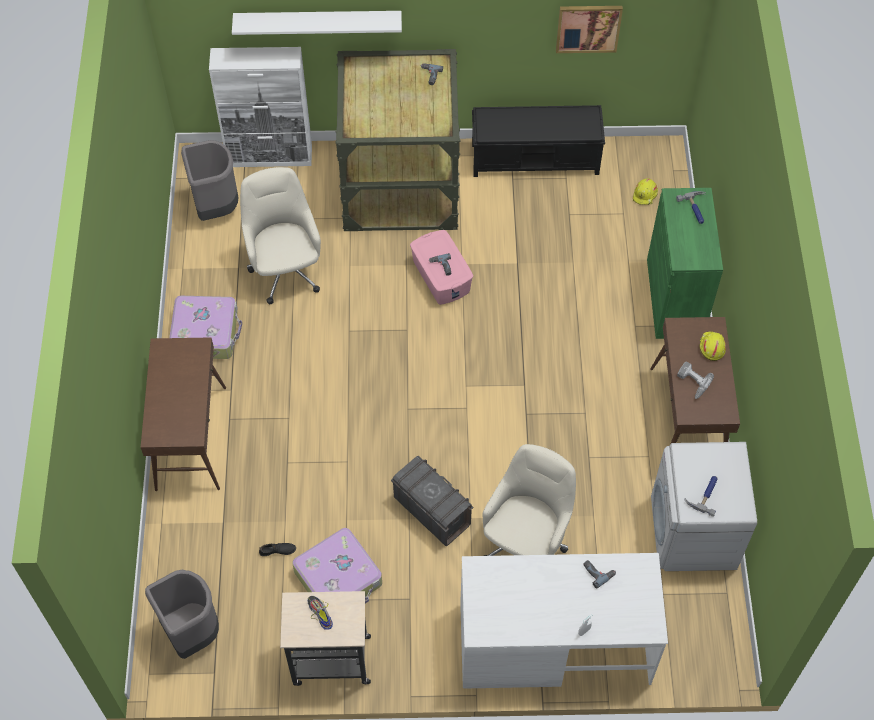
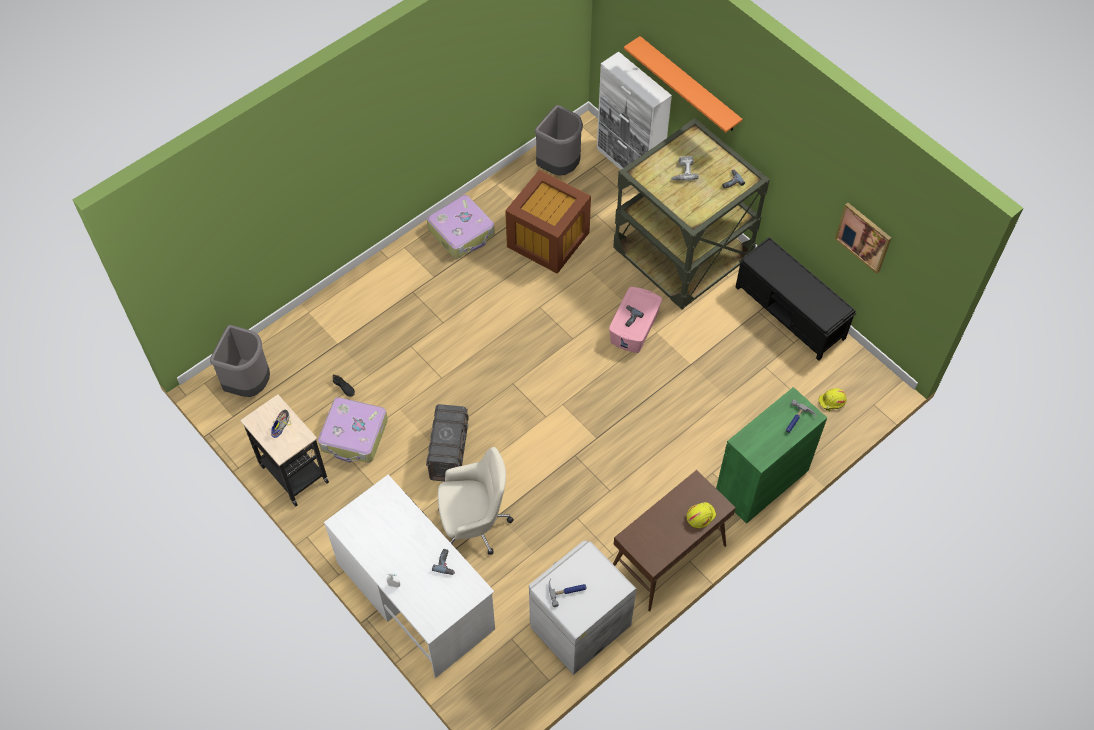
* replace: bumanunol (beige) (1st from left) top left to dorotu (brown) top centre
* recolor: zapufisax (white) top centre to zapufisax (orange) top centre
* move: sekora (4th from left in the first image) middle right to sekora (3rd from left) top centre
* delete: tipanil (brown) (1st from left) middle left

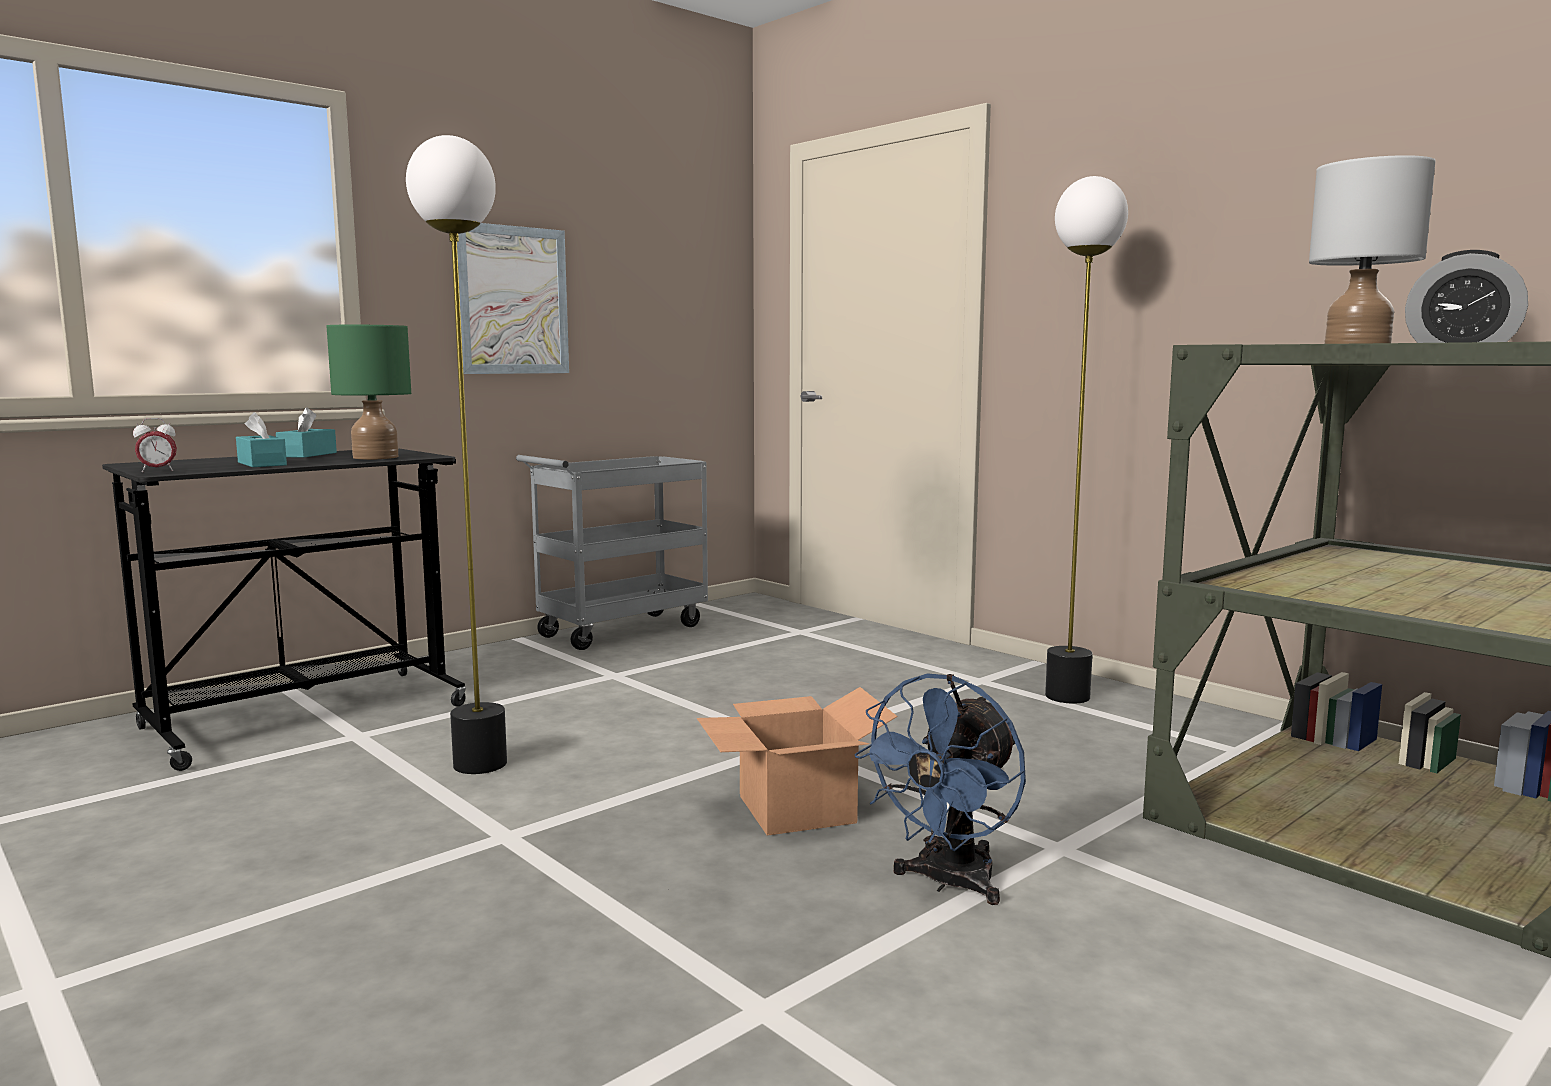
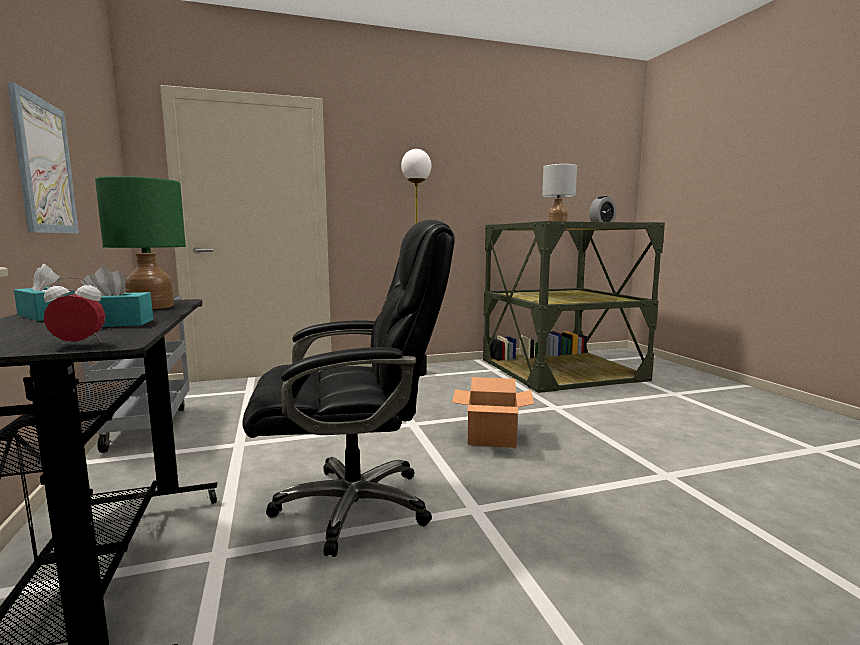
* rotate: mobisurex (1st from left) middle left = middle left 105 degrees counterclockwise
* replace: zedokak (1st from left) middle left to bumanunol (black) centre
* delete: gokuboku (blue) bottom centre

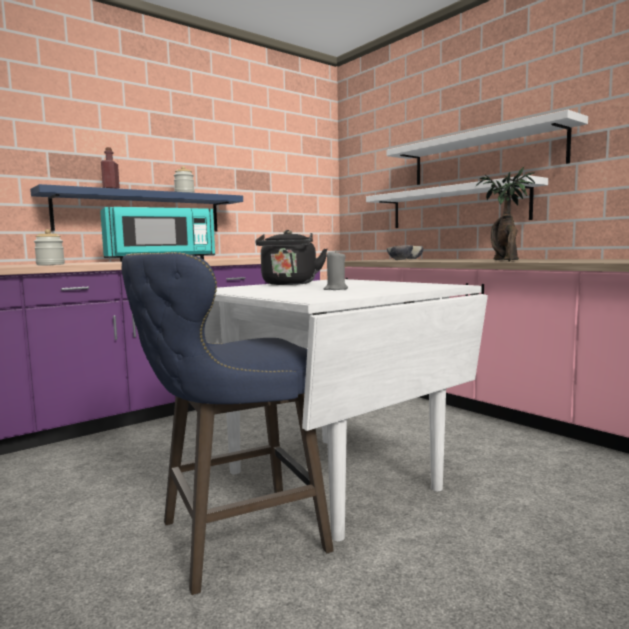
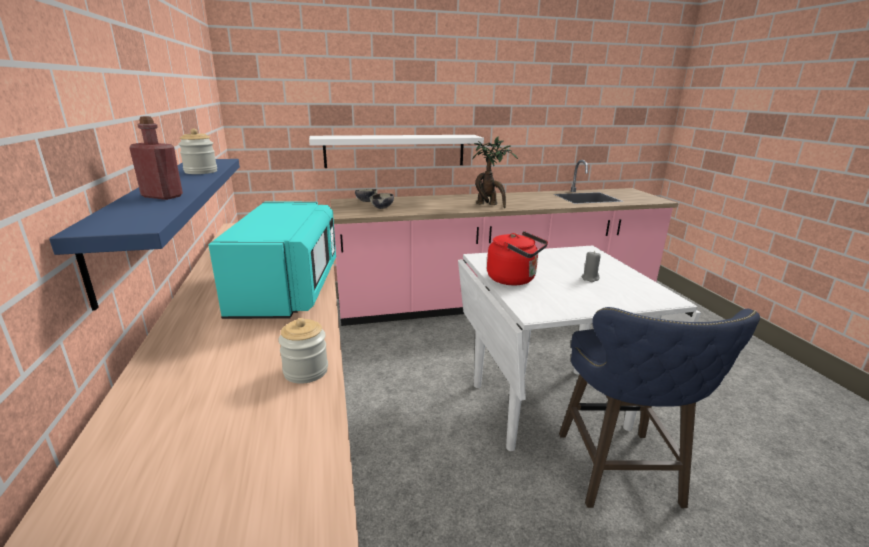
* recolor: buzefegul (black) centre to buzefegul (red) centre
* delete: zapufisax (white) (2nd from left) top right

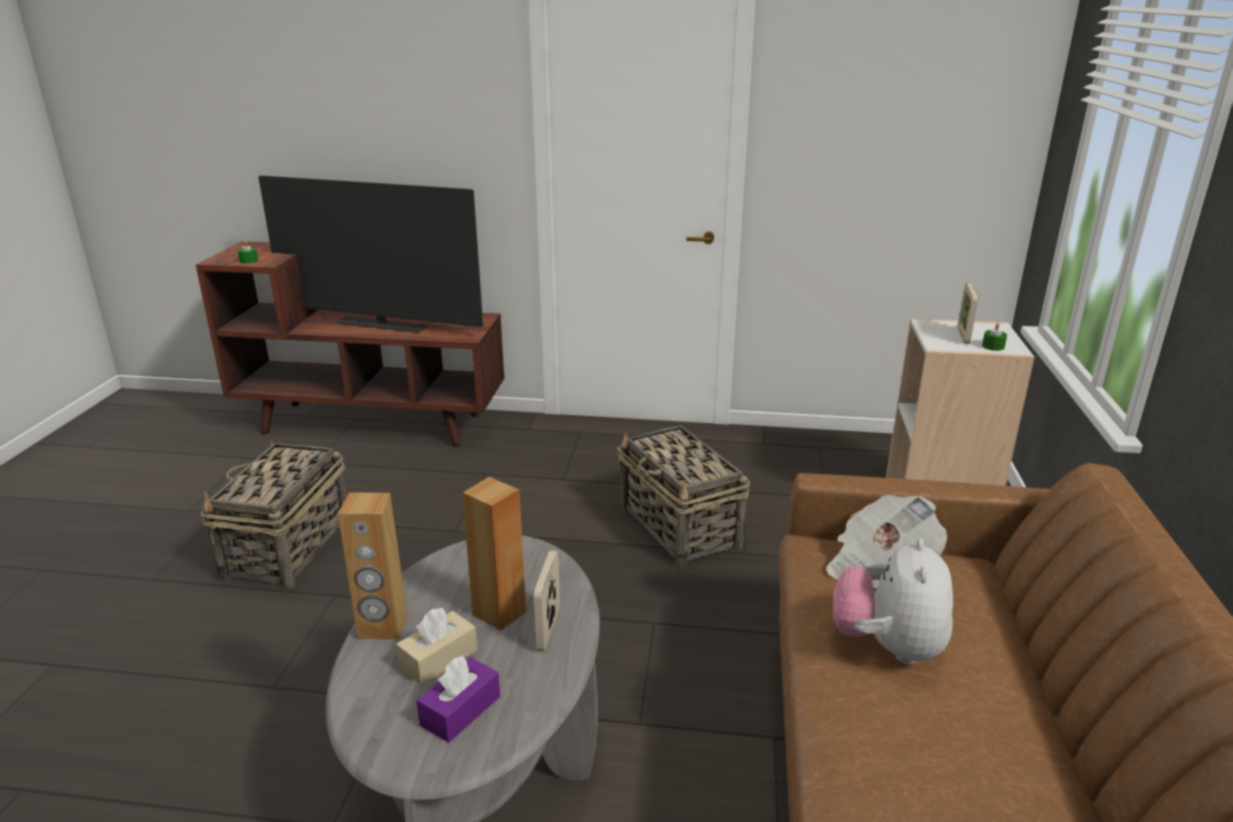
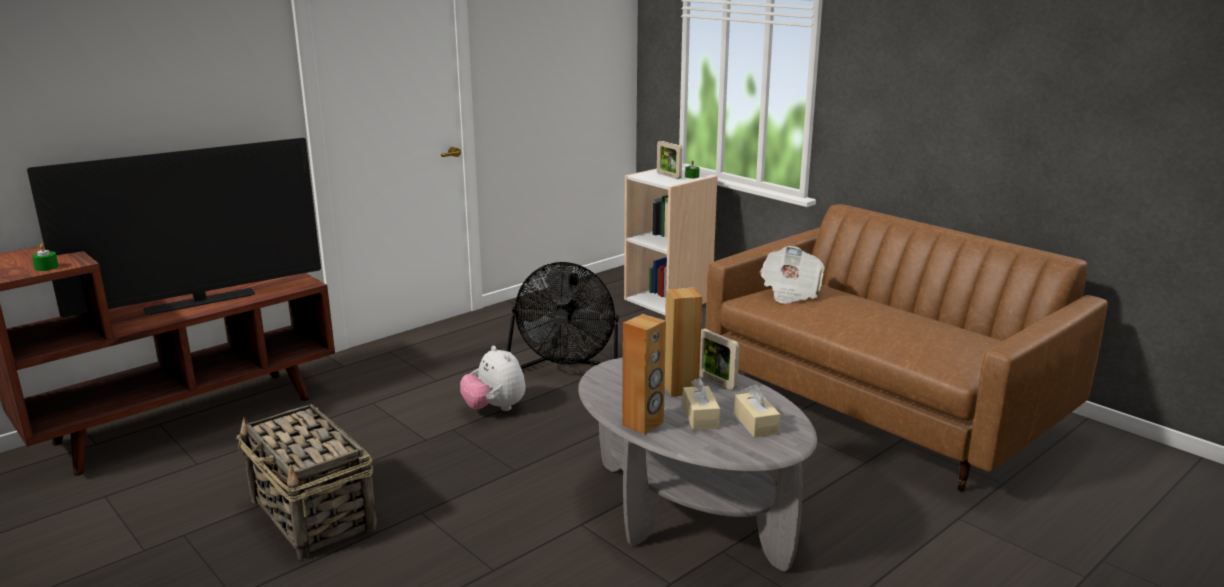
* move: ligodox bottom right to centre
* replace: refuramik (2nd from left) centre to gokuboku (black) centre
* recolor: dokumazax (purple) bottom centre to dokumazax (beige) (2nd from left) bottom centre

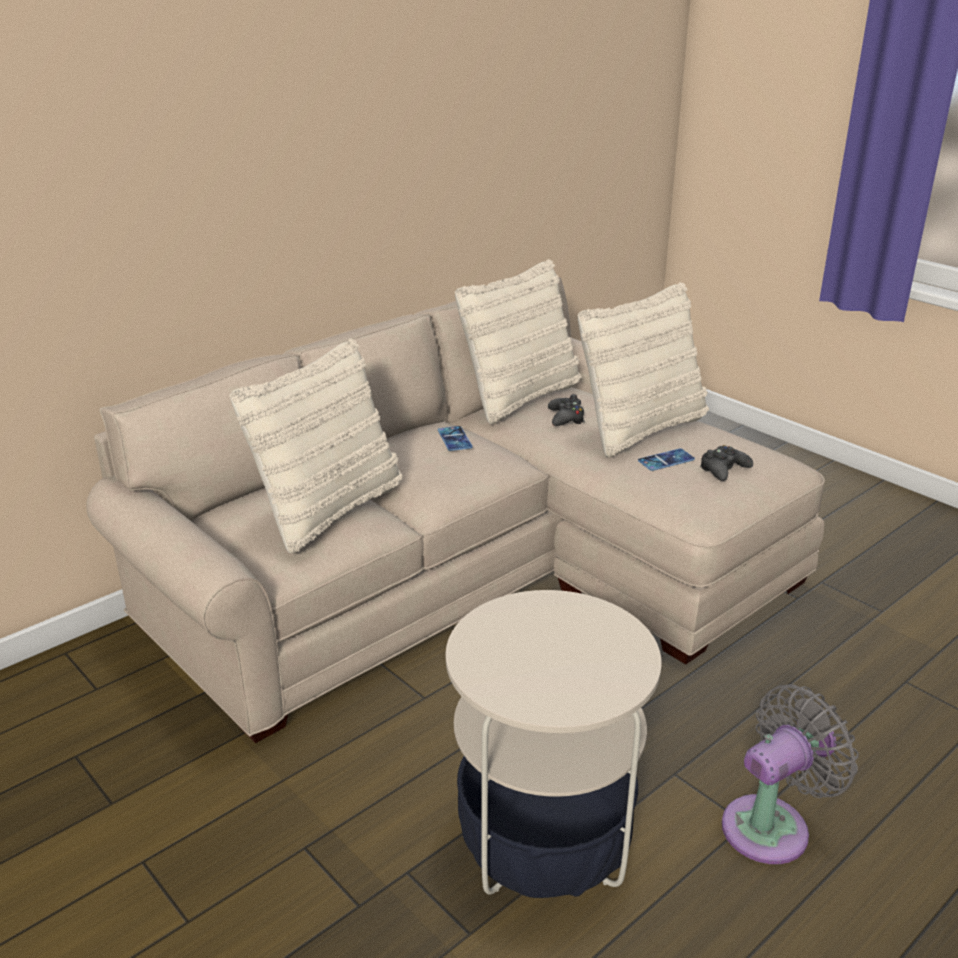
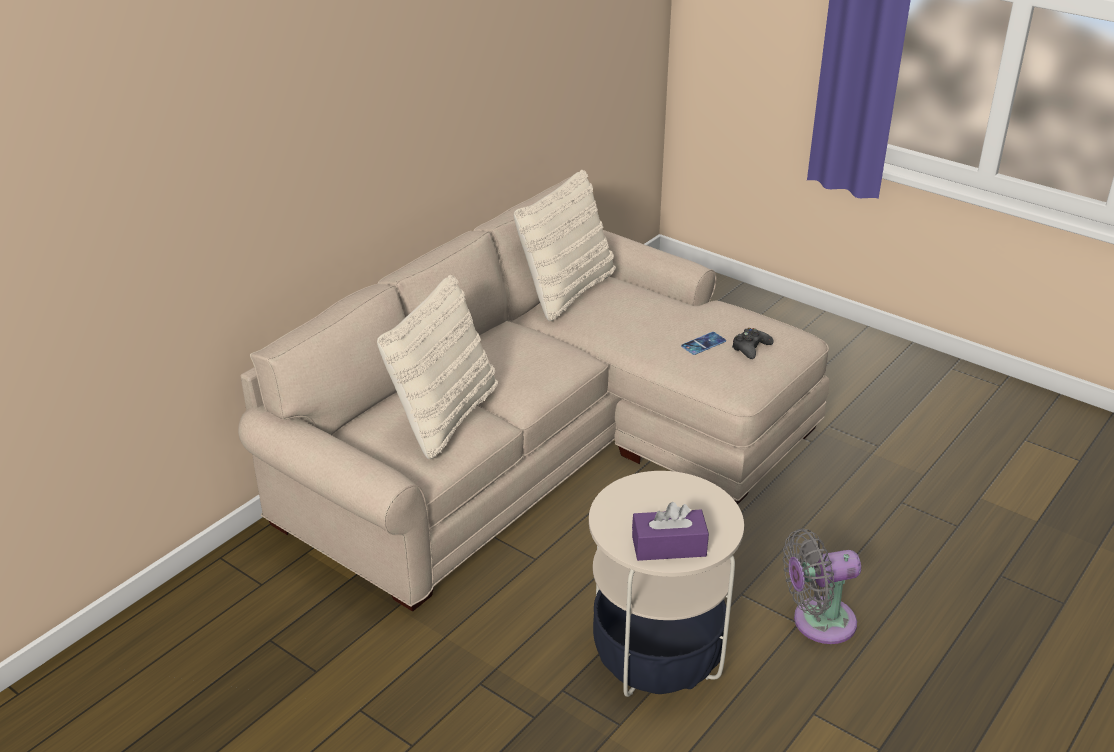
* insert: dokumazax (purple) bottom centre
* rotate: gokuboku (grey) bottom right = bottom right 150 degrees counterclockwise
* delete: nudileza (1st from left) centre
* delete: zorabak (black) (1st from left) centre
* delete: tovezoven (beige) (3rd from left) middle right

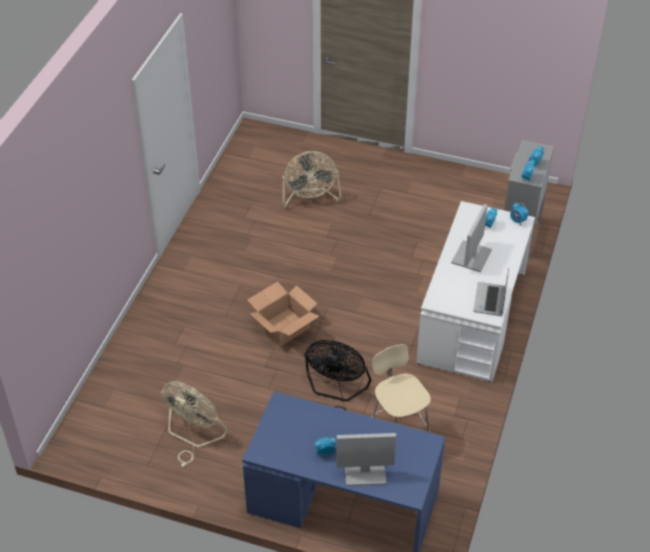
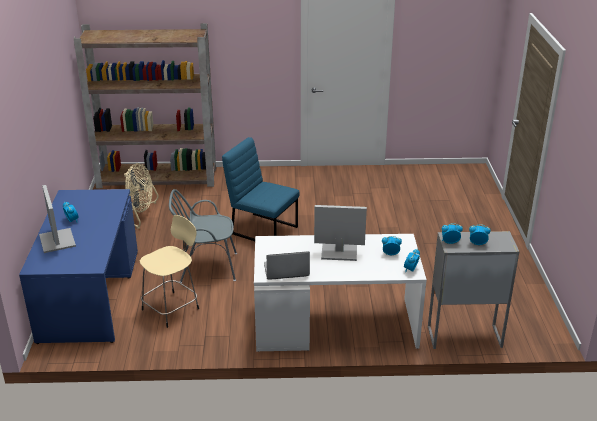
* insert: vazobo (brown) top left
* replace: gokuboku (black) bottom centre to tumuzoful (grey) centre
* replace: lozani centre to tumuzoful (blue) centre
* delete: gokuboku (beige) (2nd from left) top centre

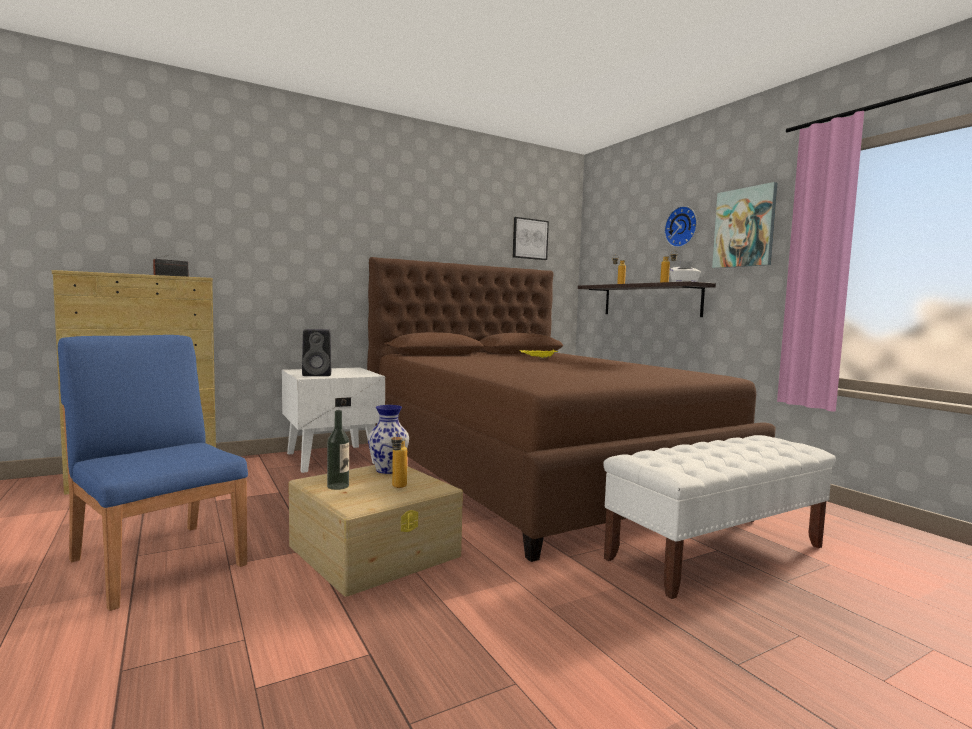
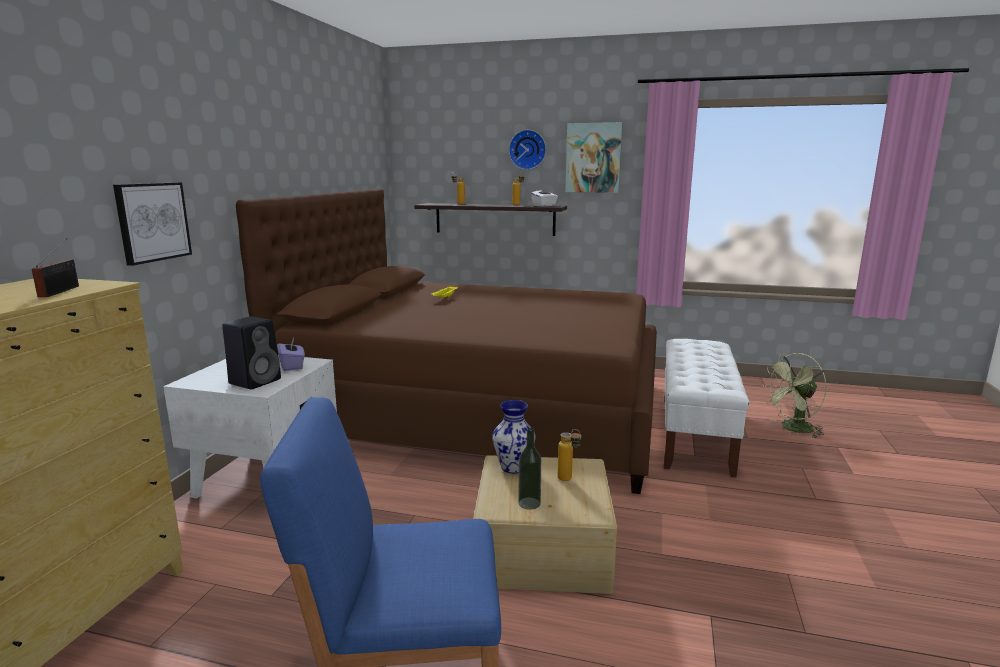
* move: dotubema (1st from left) top centre to middle left
* insert: dokumazax (purple) middle left
* insert: gokuboku (green) middle right

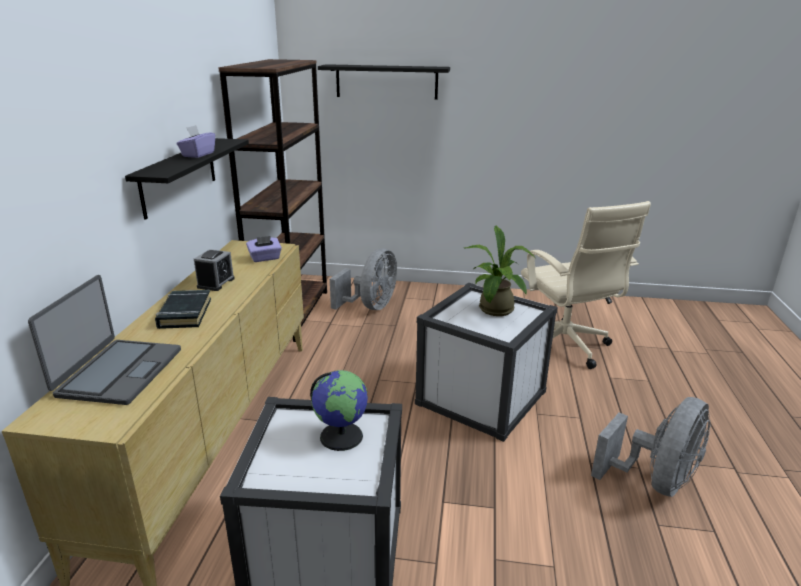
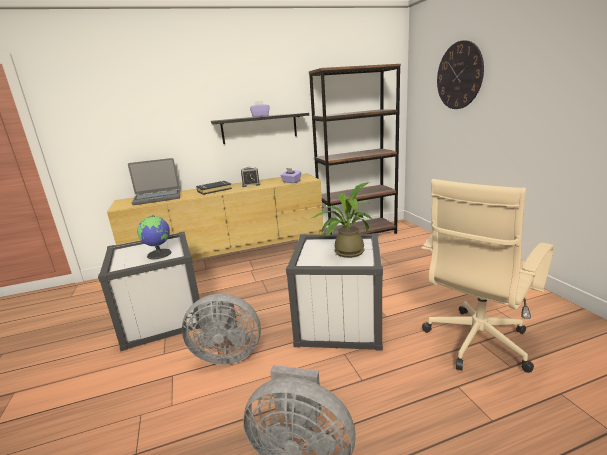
* move: gokuboku (grey) (1st from left) centre to bottom centre
* replace: zapufisax (black) (2nd from left) top centre to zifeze top right

